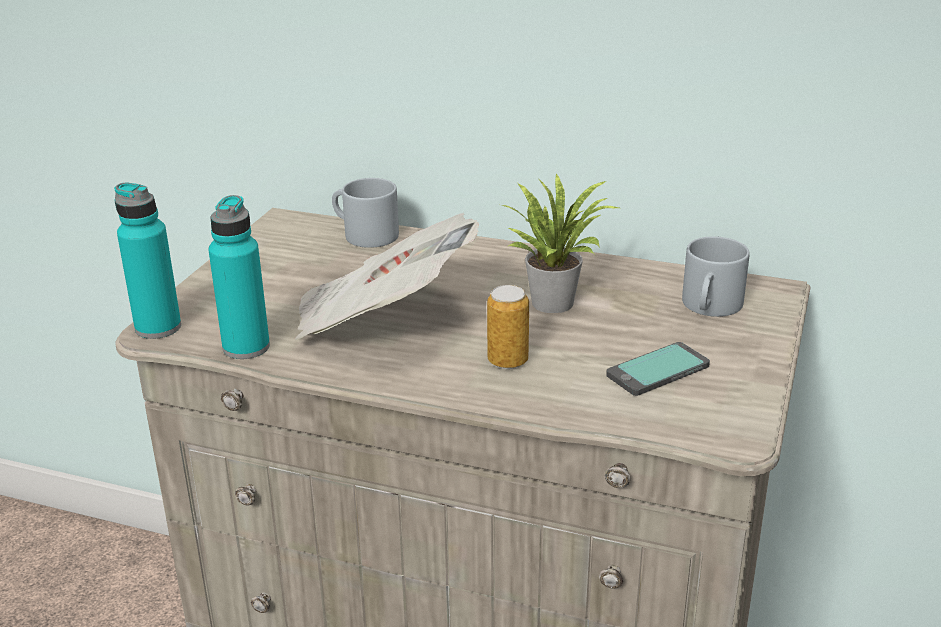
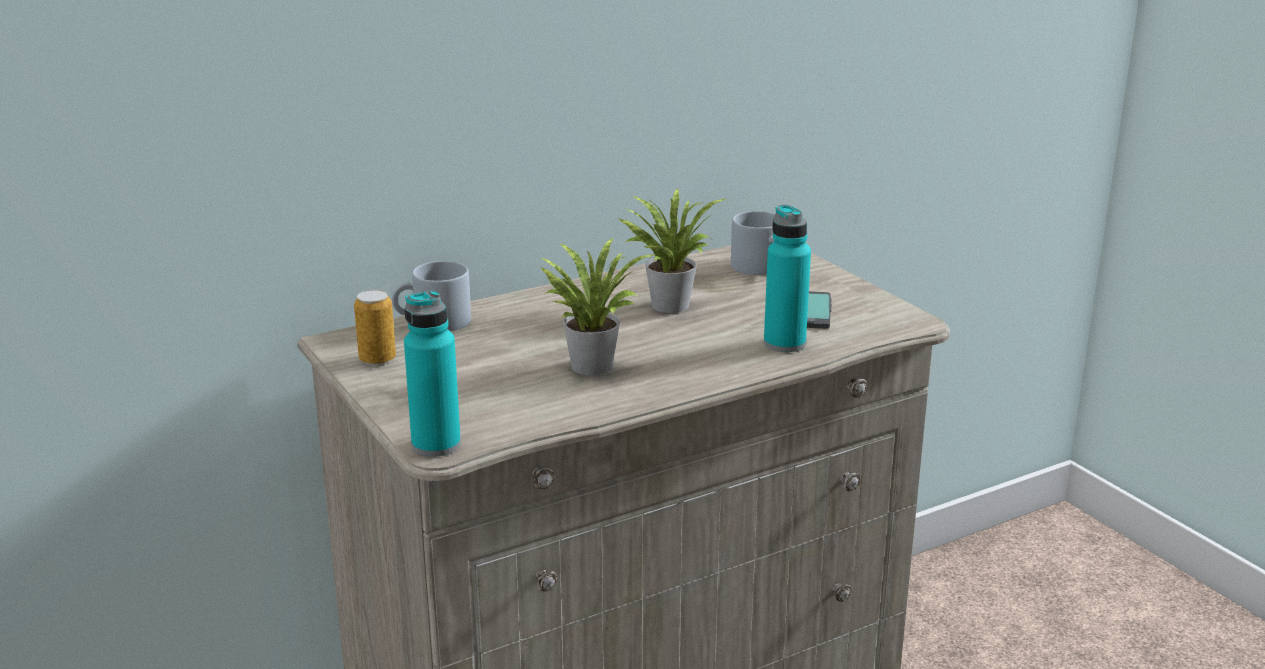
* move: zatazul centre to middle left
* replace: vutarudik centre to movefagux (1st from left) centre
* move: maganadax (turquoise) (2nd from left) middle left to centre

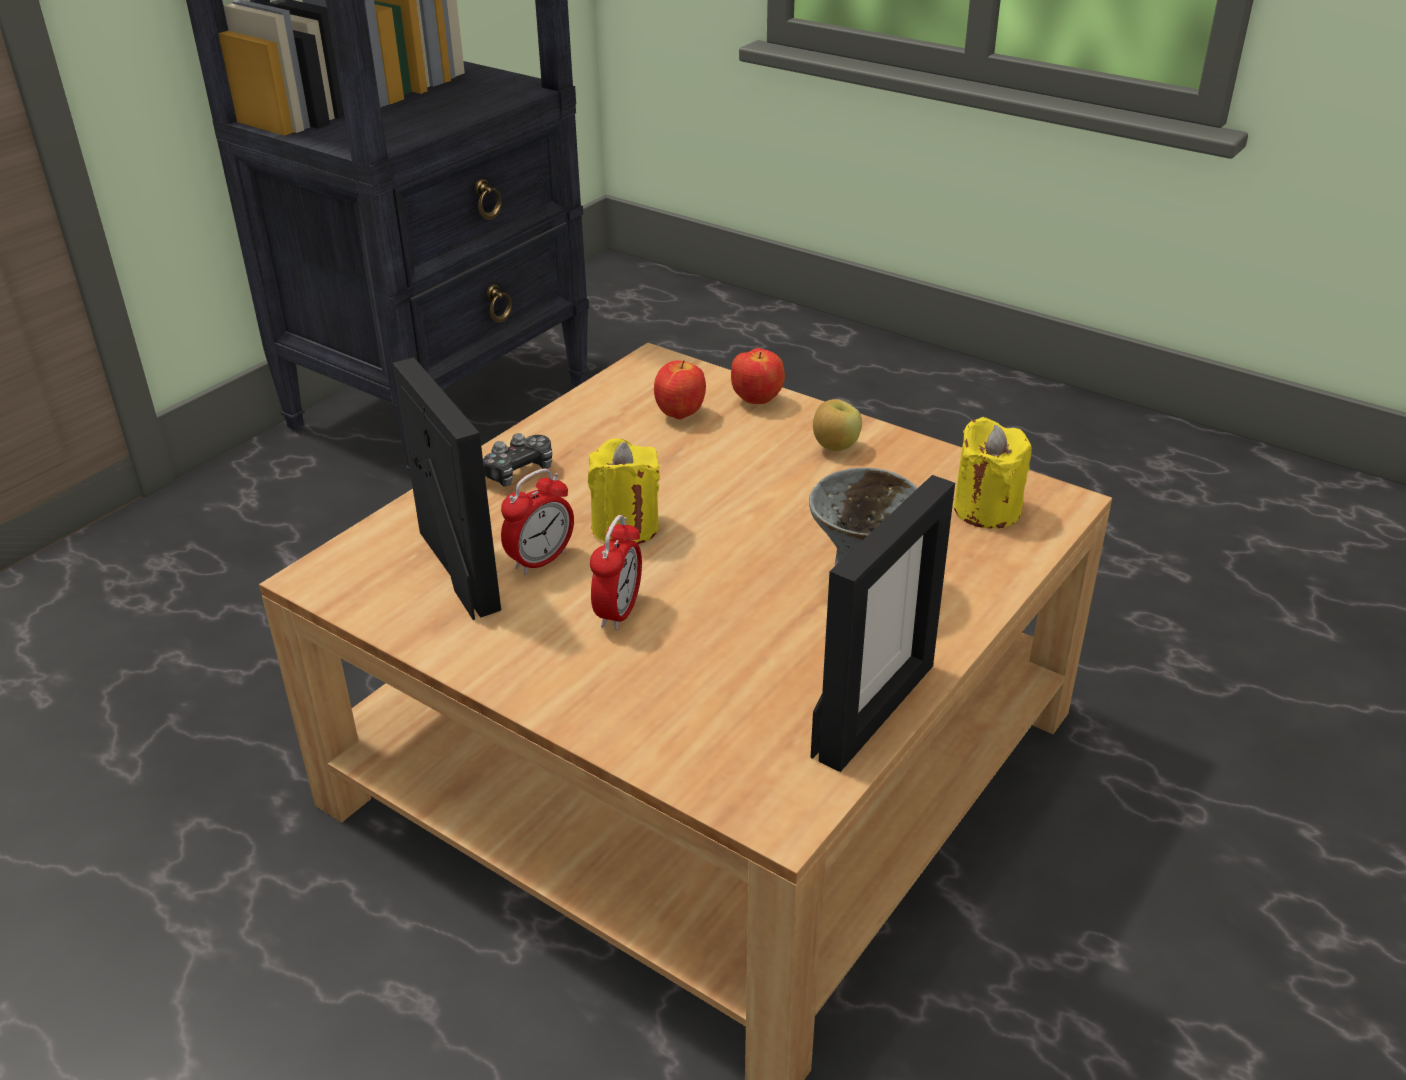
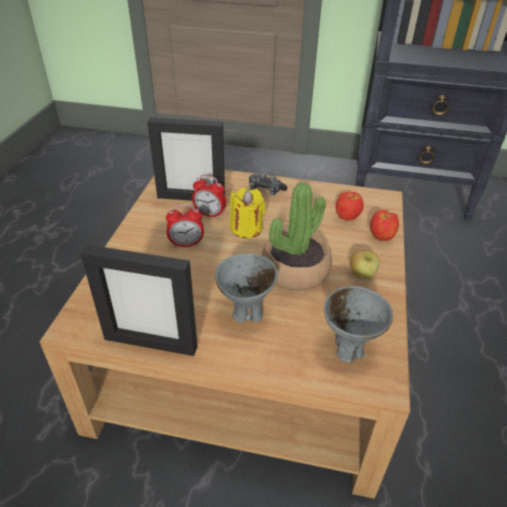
* rotate: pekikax (1st from left in the first image) middle left = top centre 60 degrees clockwise
* insert: movefagux centre
* replace: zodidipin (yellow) (2nd from left) middle right to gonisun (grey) (2nd from left) middle right

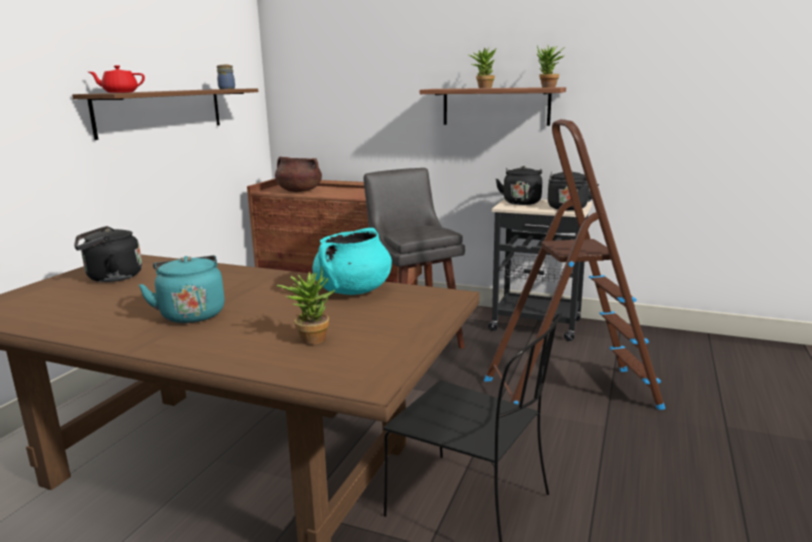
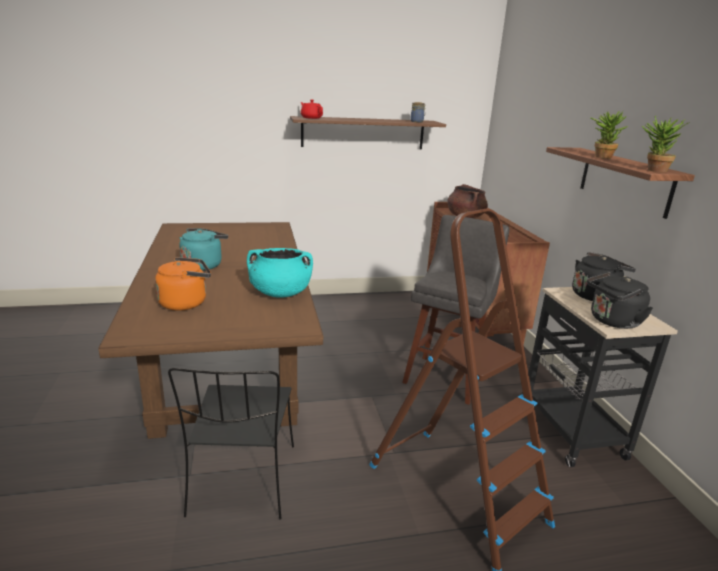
* replace: movefagux (1st from left) centre to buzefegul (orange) middle left
* delete: buzefegul (black) (1st from left) middle left

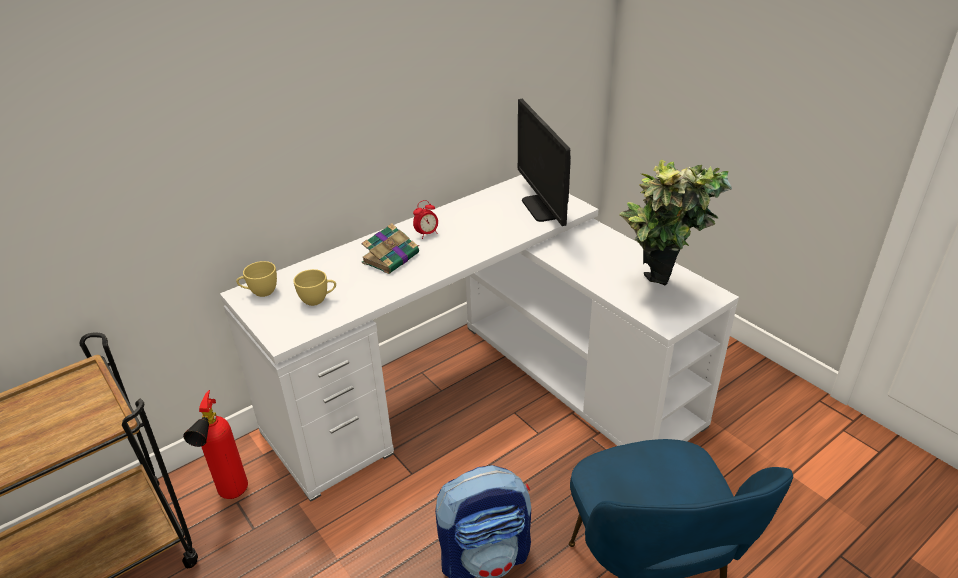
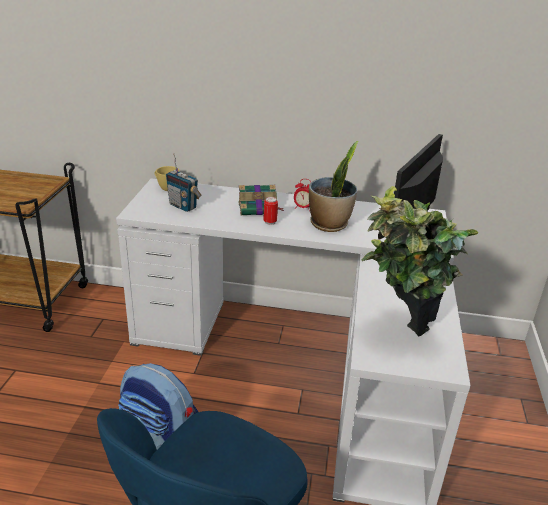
* replace: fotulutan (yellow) (2nd from left) middle left to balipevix centre
* insert: zatazul centre
* insert: movefagux (1st from left) centre
* delete: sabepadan bottom left

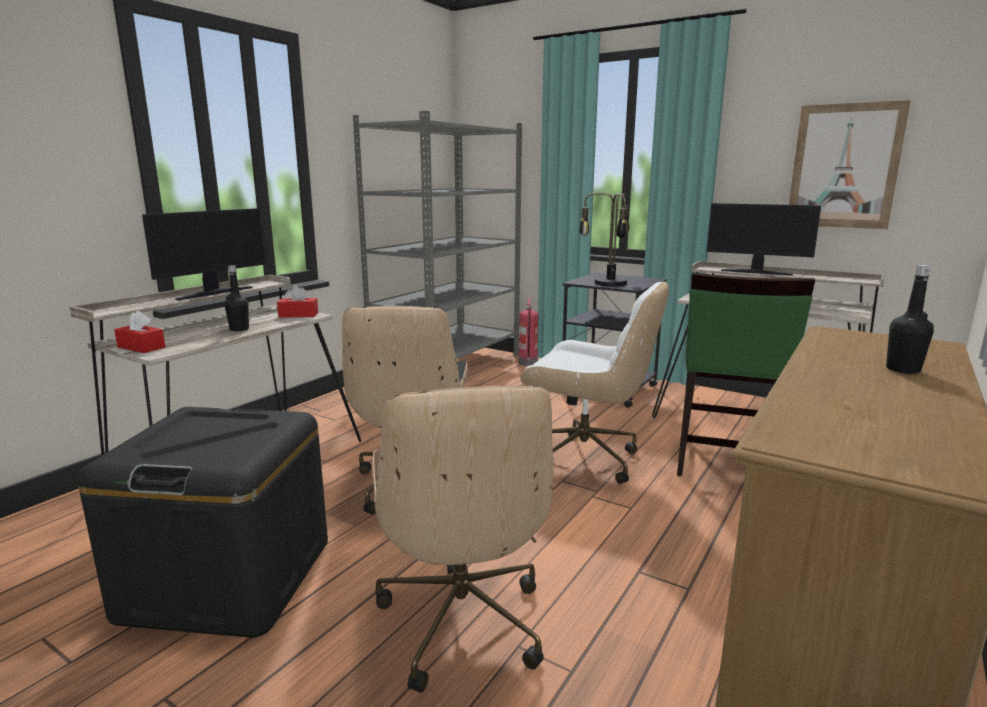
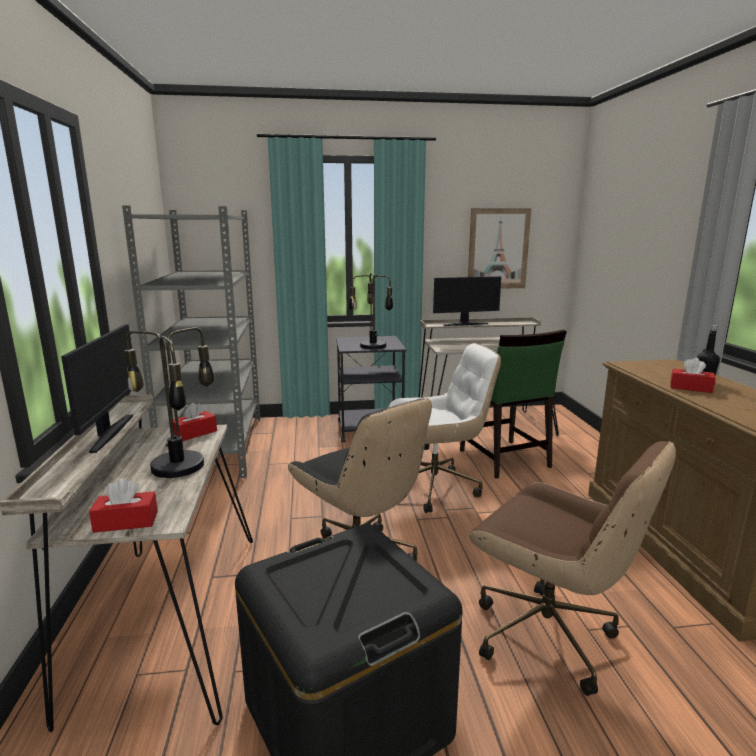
* replace: maganadax (black) (1st from left) middle left to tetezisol (1st from left) middle left
* insert: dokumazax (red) (3rd from left) middle right
* delete: sabepadan centre

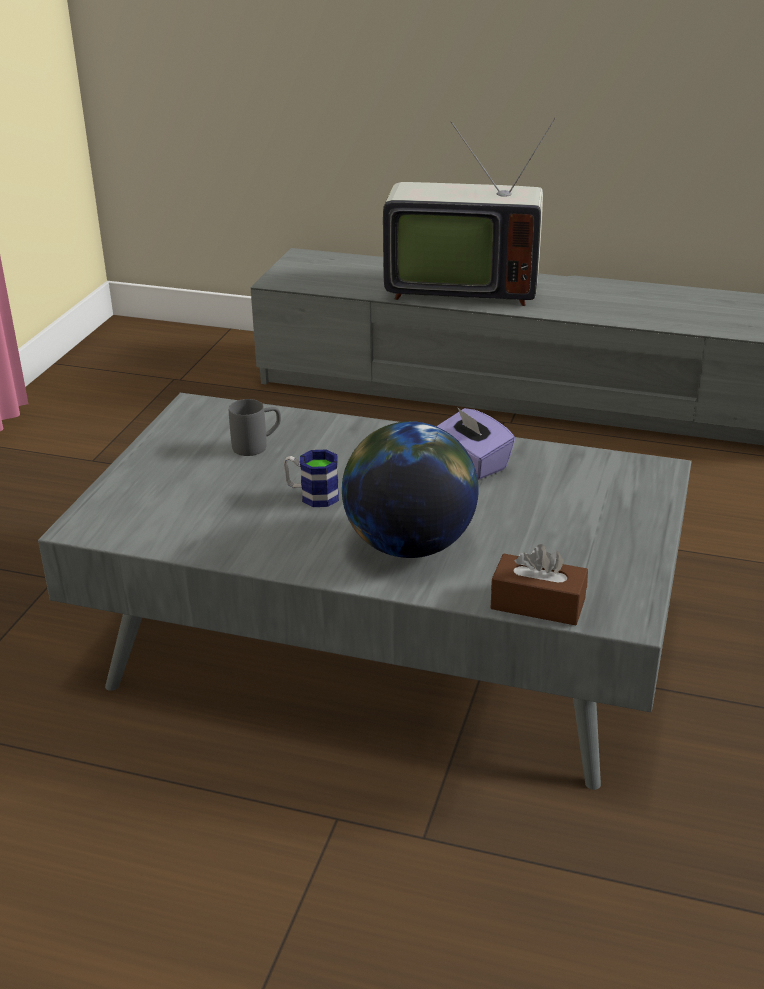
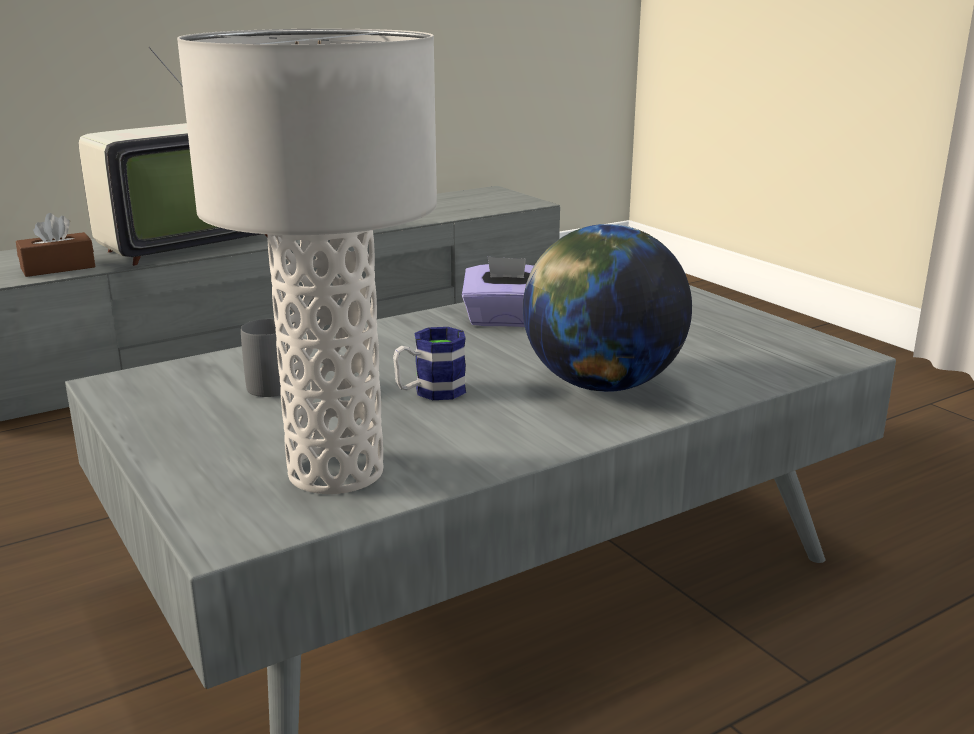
* move: dokumazax (brown) middle right to middle left
* insert: tetezisol (white) middle left

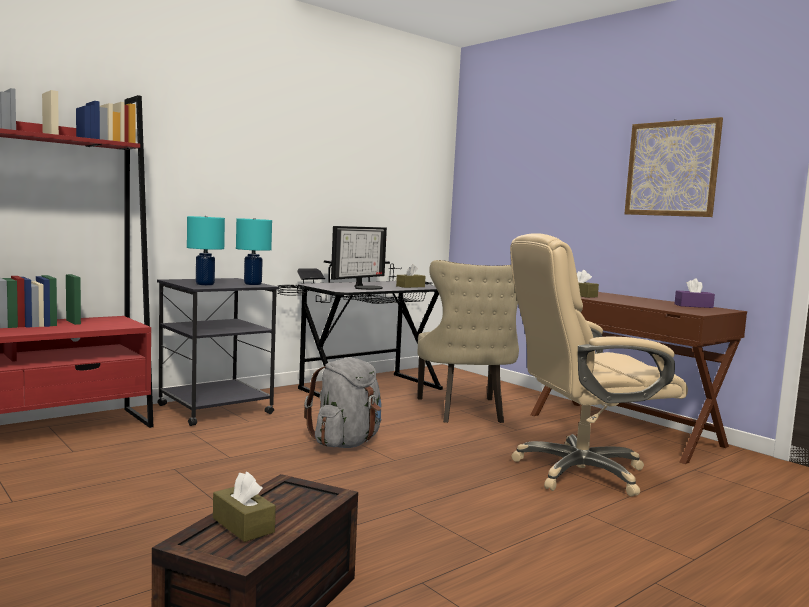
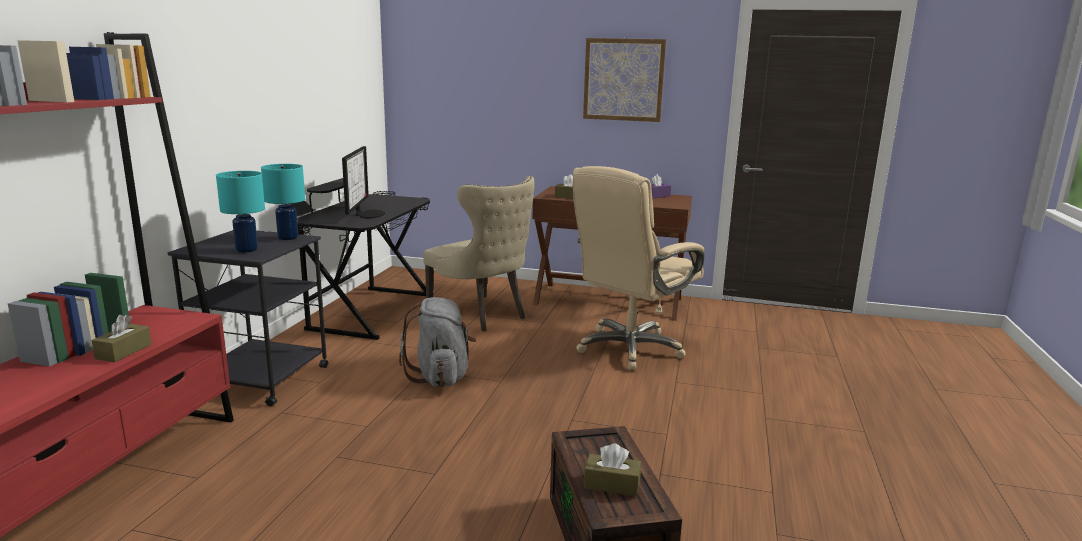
* move: dokumazax (brown) (2nd from left in the first image) centre to dokumazax (brown) (1st from left) middle left

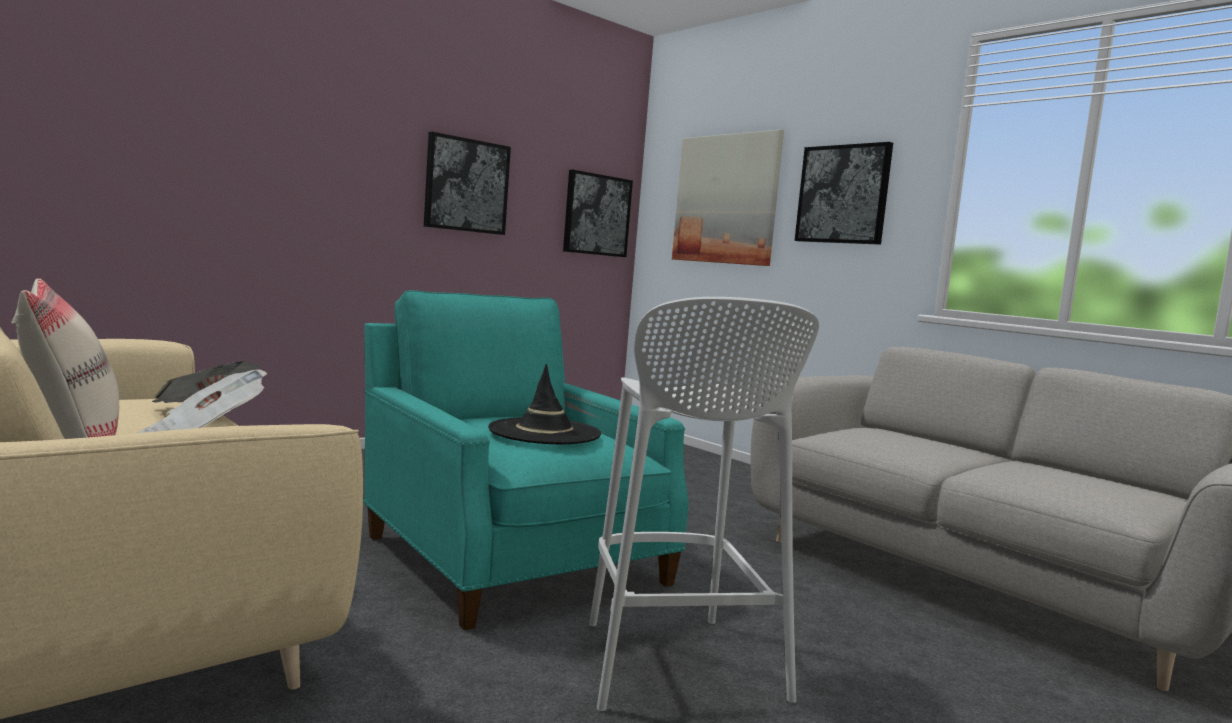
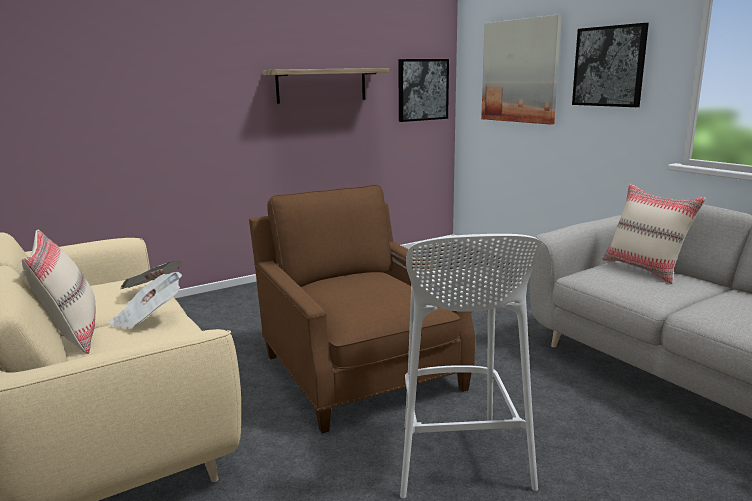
* recolor: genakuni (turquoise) centre to genakuni (brown) centre
* replace: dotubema (1st from left) top centre to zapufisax top centre
* insert: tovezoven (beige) (2nd from left) middle right
* delete: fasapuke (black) centre

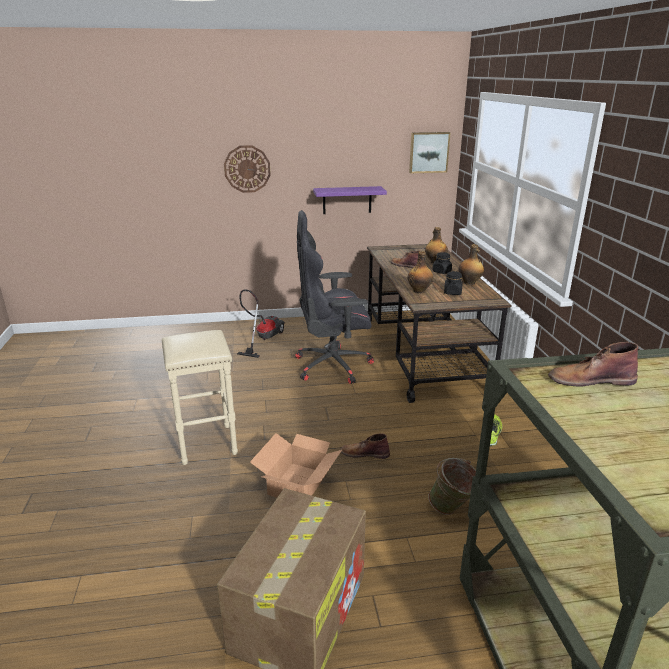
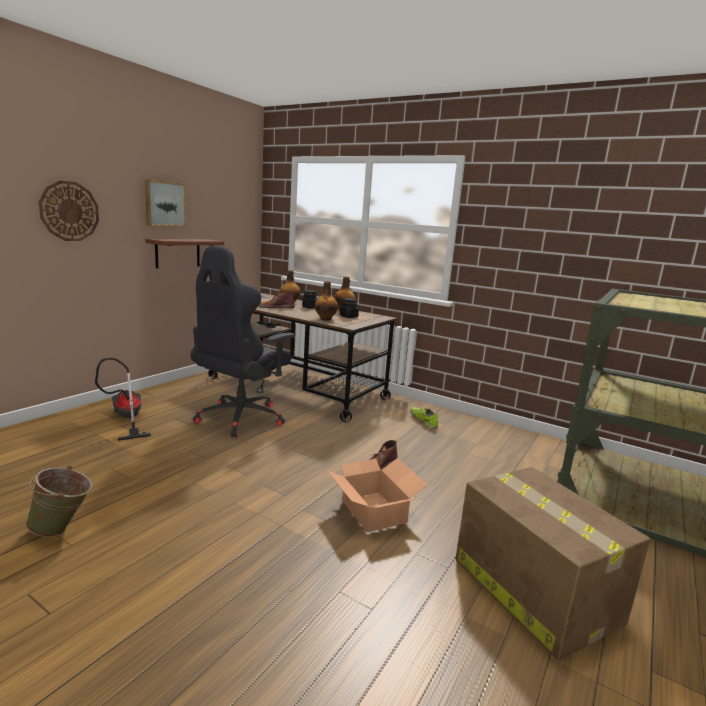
* move: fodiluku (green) bottom right to bottom left
* move: dotubema top centre to top left
* recolor: zapufisax (purple) top centre to zapufisax (brown) middle left
* delete: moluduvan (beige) middle left
* delete: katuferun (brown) (3rd from left) middle right

